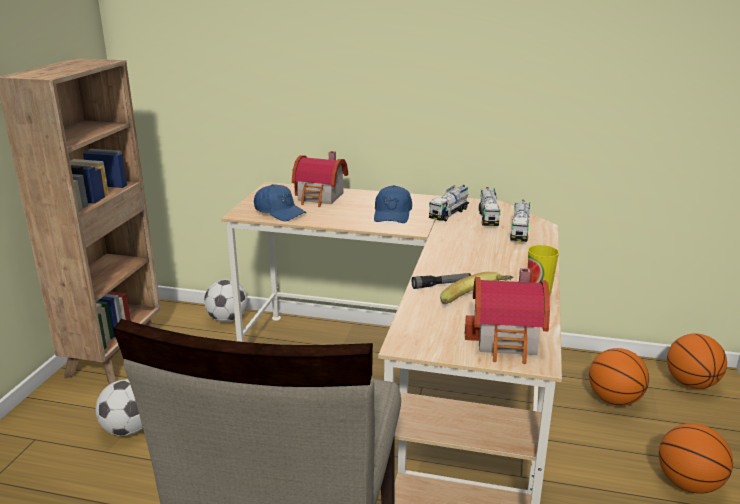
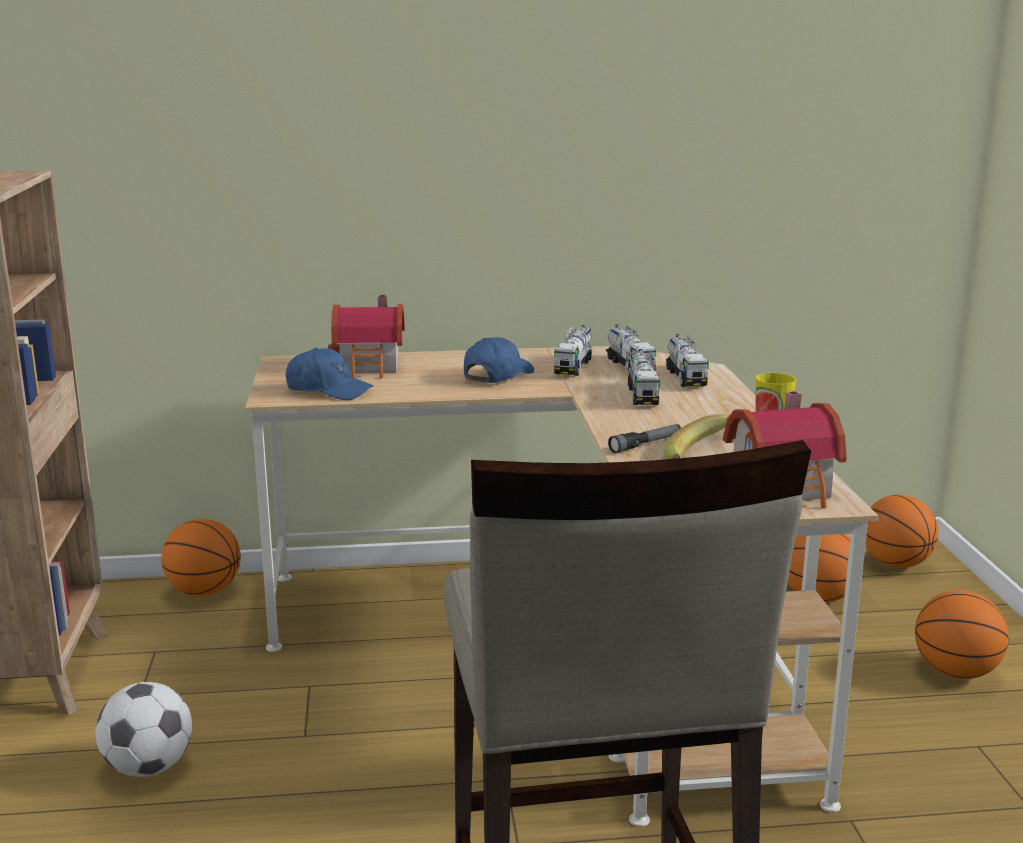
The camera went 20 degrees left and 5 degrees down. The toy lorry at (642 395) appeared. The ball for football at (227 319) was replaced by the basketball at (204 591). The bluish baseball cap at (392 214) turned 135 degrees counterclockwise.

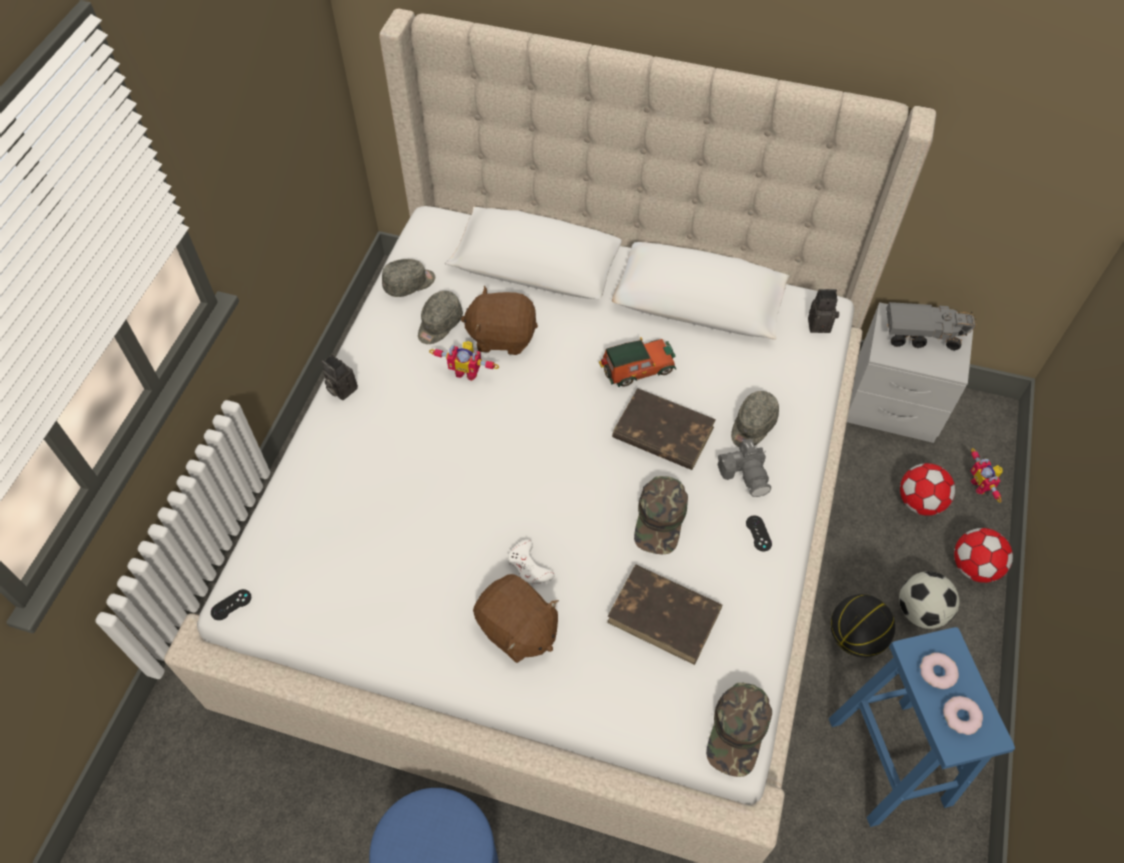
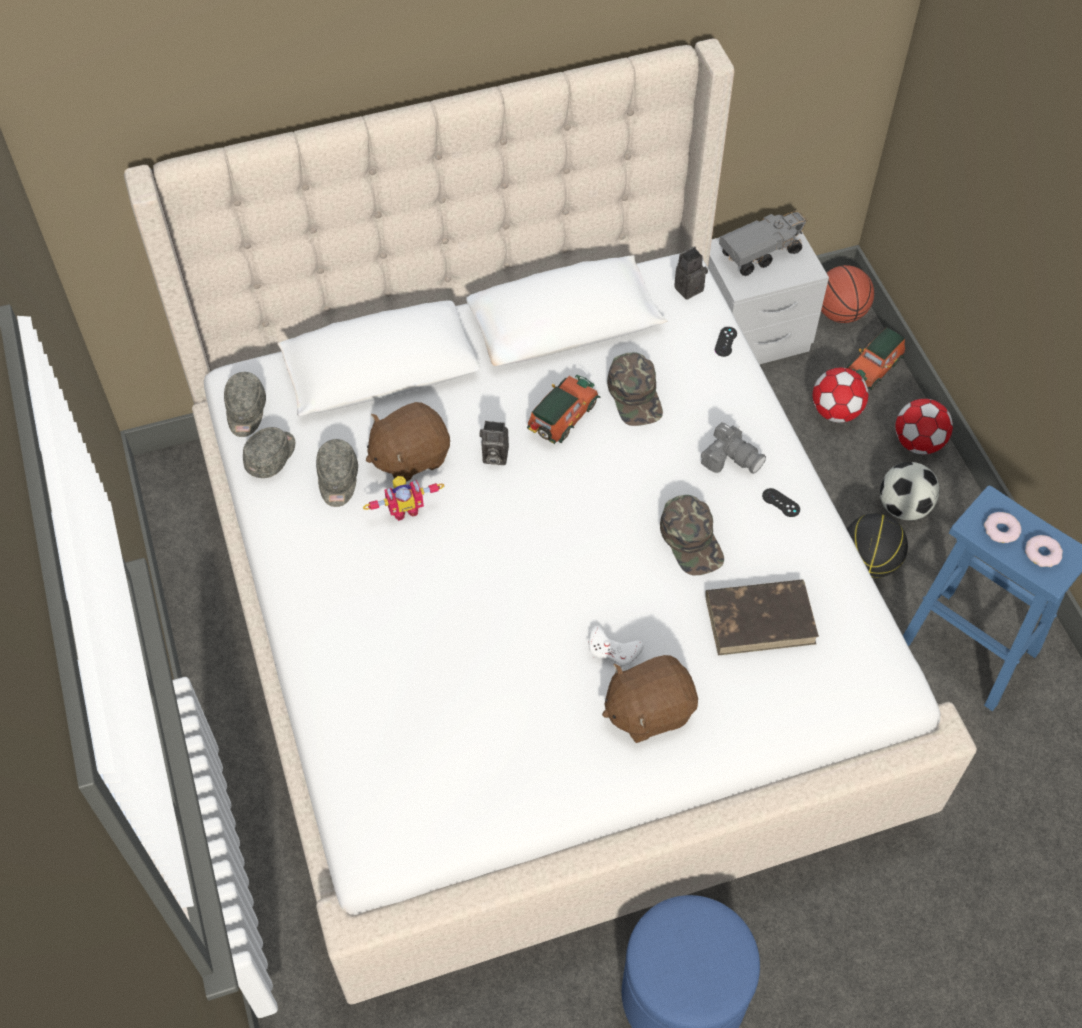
The camera went 35 degrees left and 0 degrees up. The brown-coloured book at (662 432) disappeared. The basketball at (840 313) appeared. The black game controller moved from (231 605) to (725 342). The photo camera moved from (341 389) to (493 456). The greenish baseball cap moved from (738 732) to (635 395). The grey baseball cap moved from (752 426) to (246 412). The model robot at (981 485) was replaced by the toy car at (874 367). The brown-coloured soft toy at (517 630) turned 150 degrees clockwise.

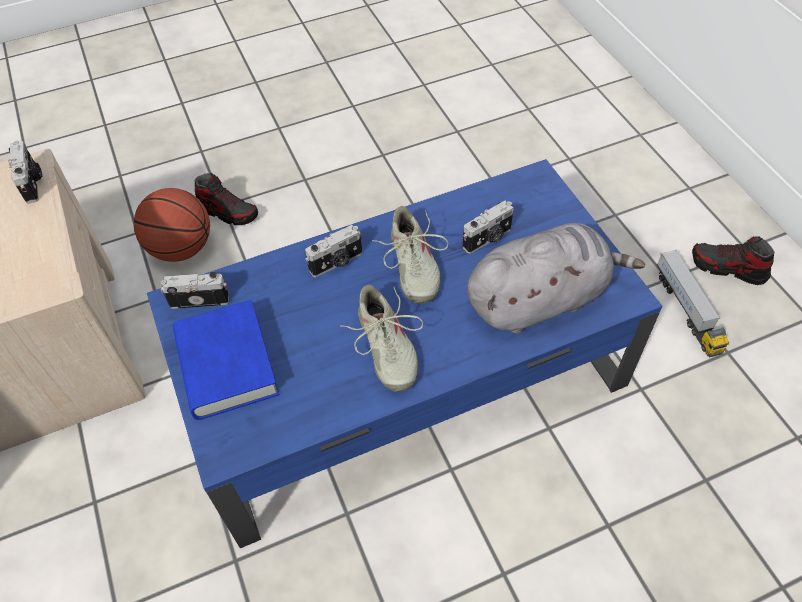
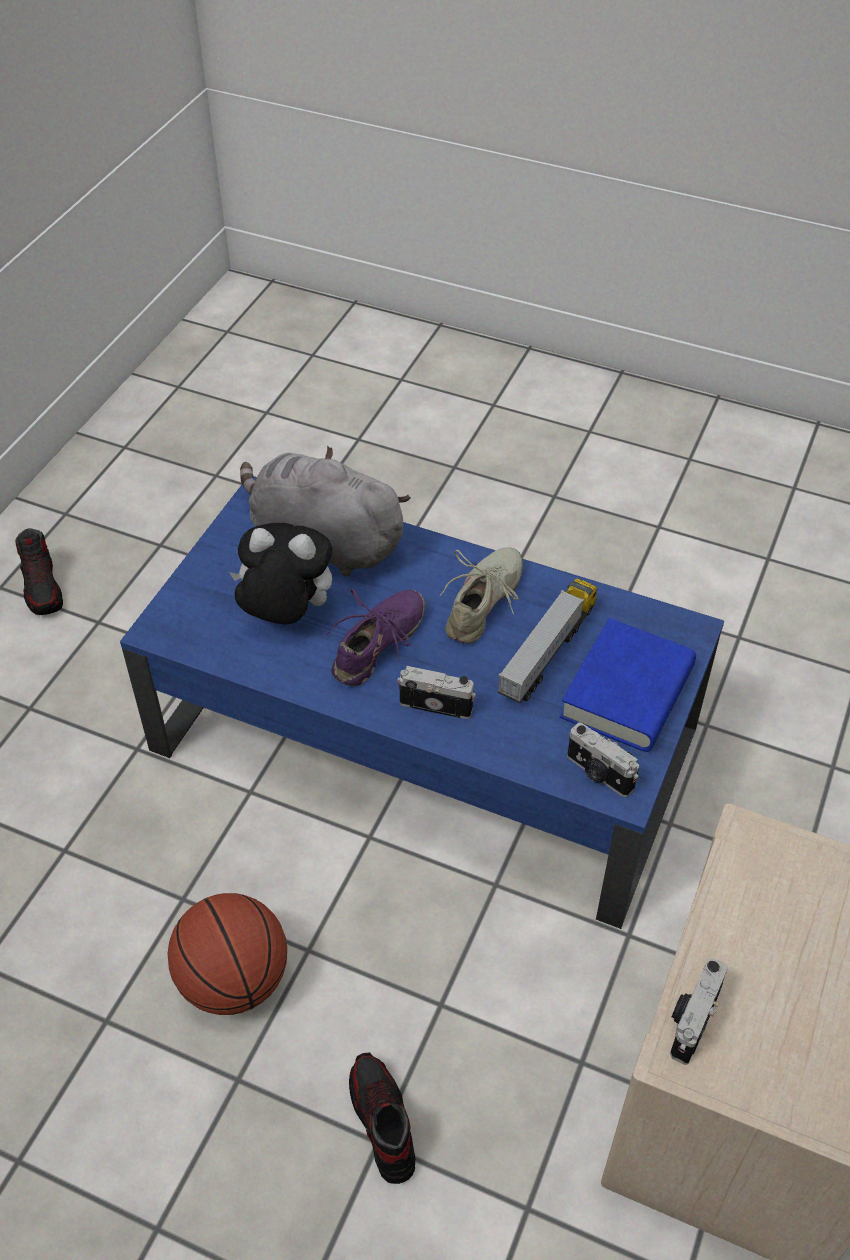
The camera went 135 degrees left and 5 degrees down. The basketball moved from (181 248) to (234 980). The toy lorry moved from (687 311) to (548 652). The photo camera at (488 239) was replaced by the soft toy at (285 616). The beige item of footwear at (412 267) became the purple item of footwear at (379 646).

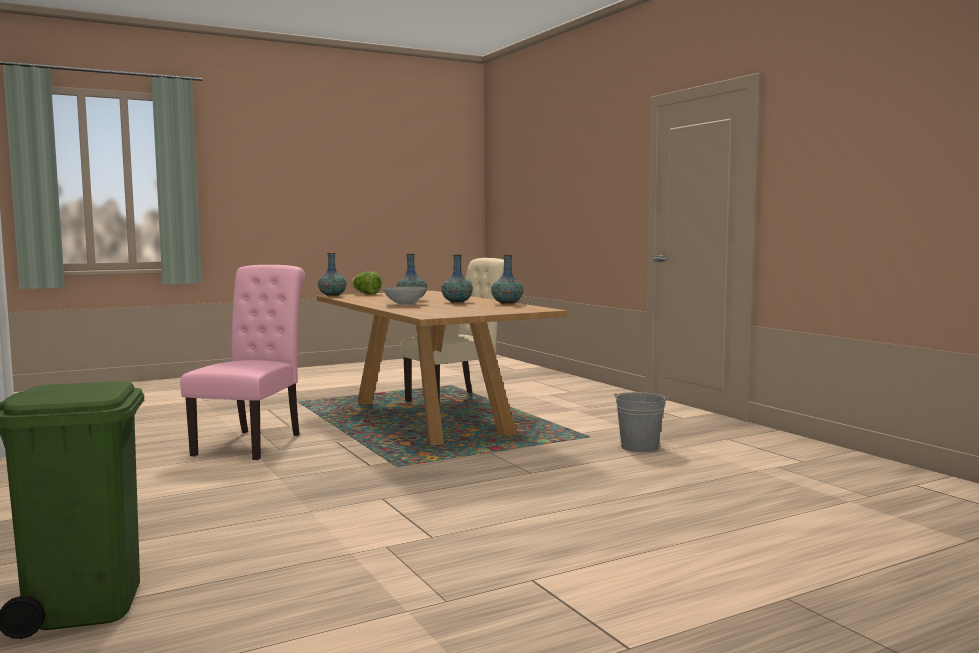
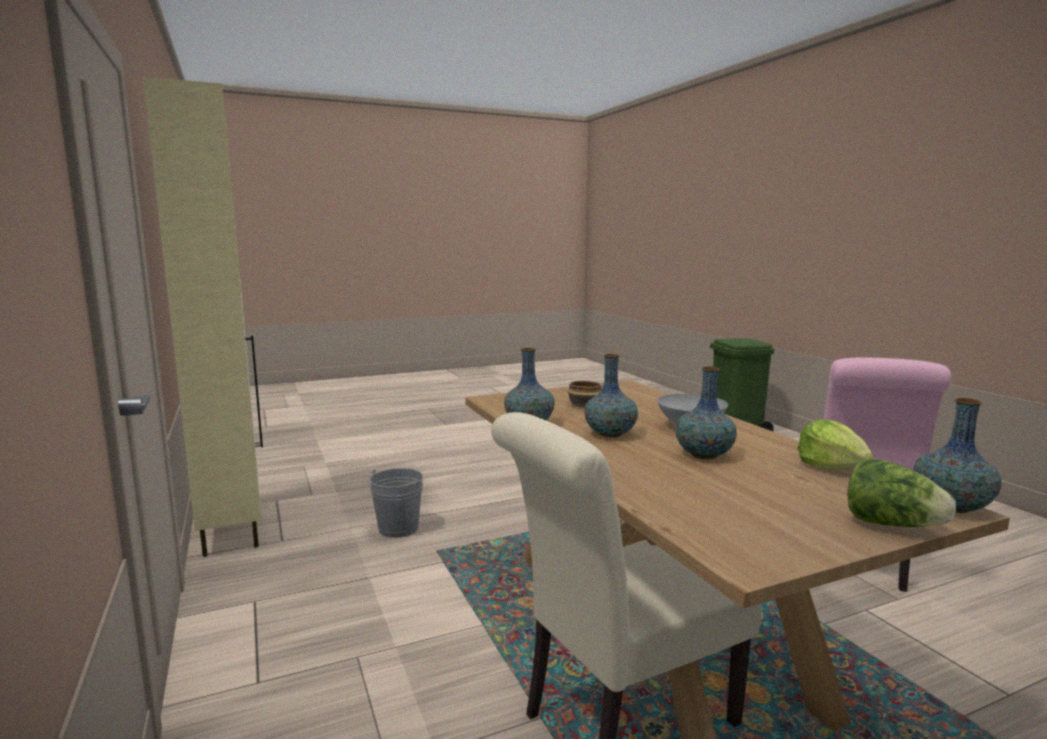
The camera went 175 degrees left and 5 degrees up. The beige cupboard at (232 526) appeared. The bowl at (583 405) appeared. The lettuce at (832 467) appeared.

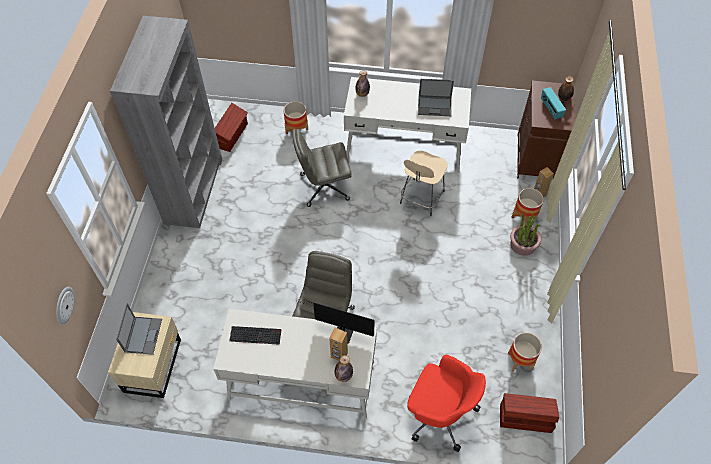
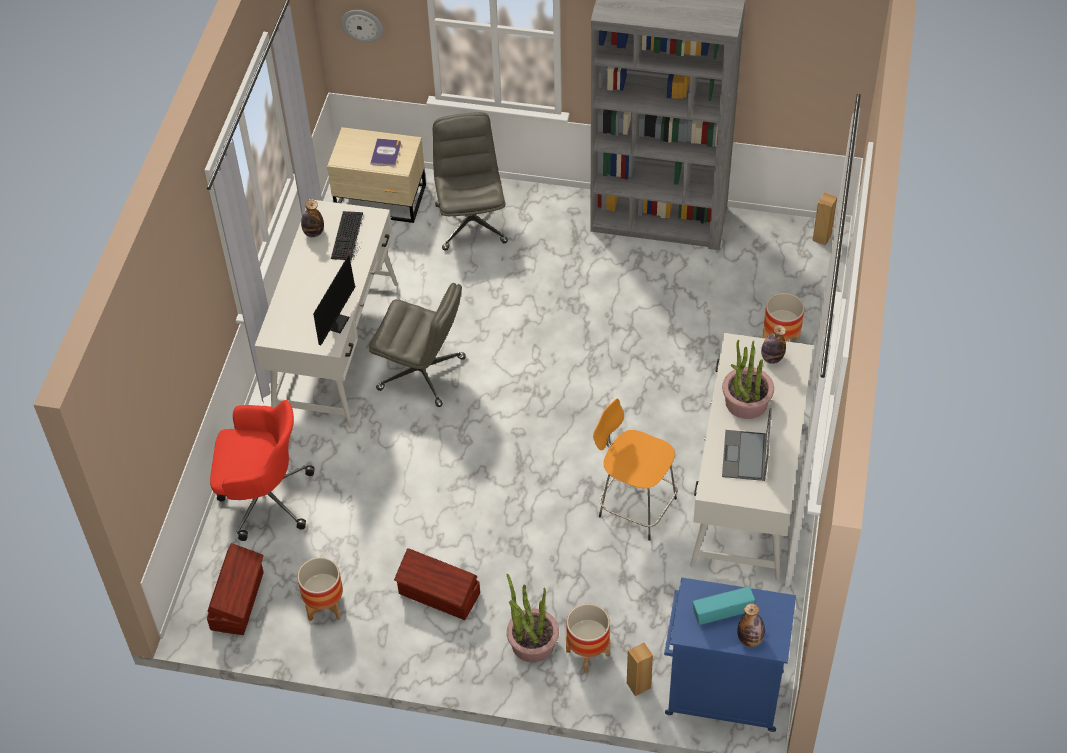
The camera went 95 degrees right and 5 degrees down. The potted plant at (746 402) appeared. The brown-coloured storage box moved from (231 135) to (439 595). The grey desk chair moved from (324 187) to (471 223). The brown-coloured loudspeaker moved from (339 355) to (821 238). The beverage bottle moved from (343 376) to (313 233). The portable computer at (143 335) was replaced by the book at (386 153). The beige stool seat at (421 198) became the orange stool seat at (635 506). The brown-coloured cupboard at (535 159) became the bluish cupboard at (721 693). The reddish desk chair at (439 413) turned 120 degrees counterclockwise.

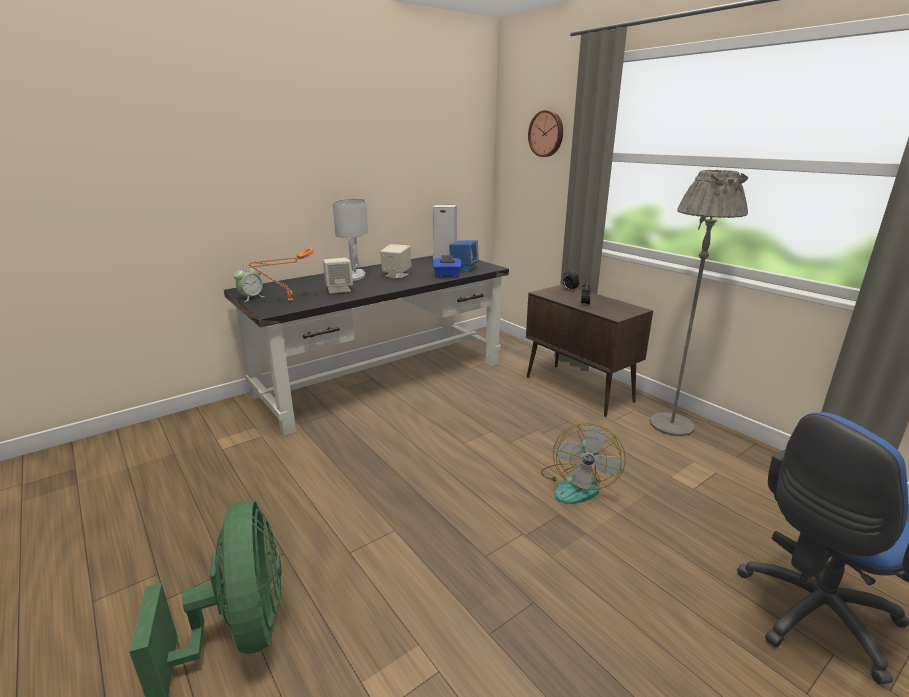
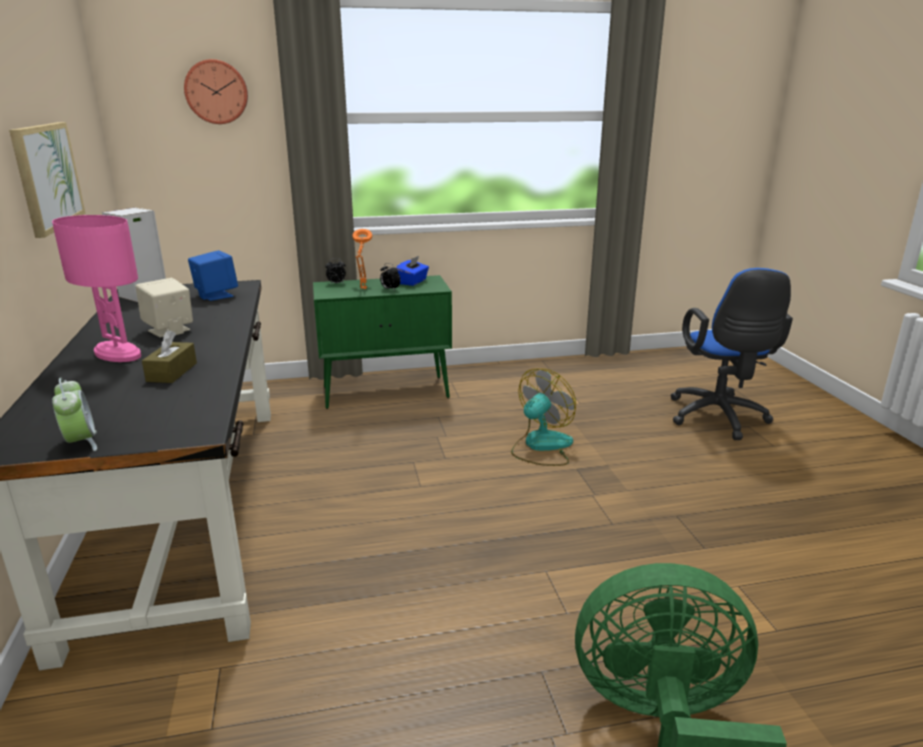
The camera went 65 degrees left and 0 degrees up. The grey floor lamp at (671 425) disappeared. The wall art at (47 176) appeared. The orange lamp for a table moved from (288 300) to (363 289). The bluish box of tissues moved from (447 275) to (413 282). The beige loudspeaker at (339 290) was replaced by the brown-coloured box of tissues at (172 372). The white lamp for a table at (355 276) became the pink lamp for a table at (118 354). The brown-coloured cupboard at (579 389) became the greenish cupboard at (387 392). The fan at (577 484) turned 90 degrees counterclockwise.

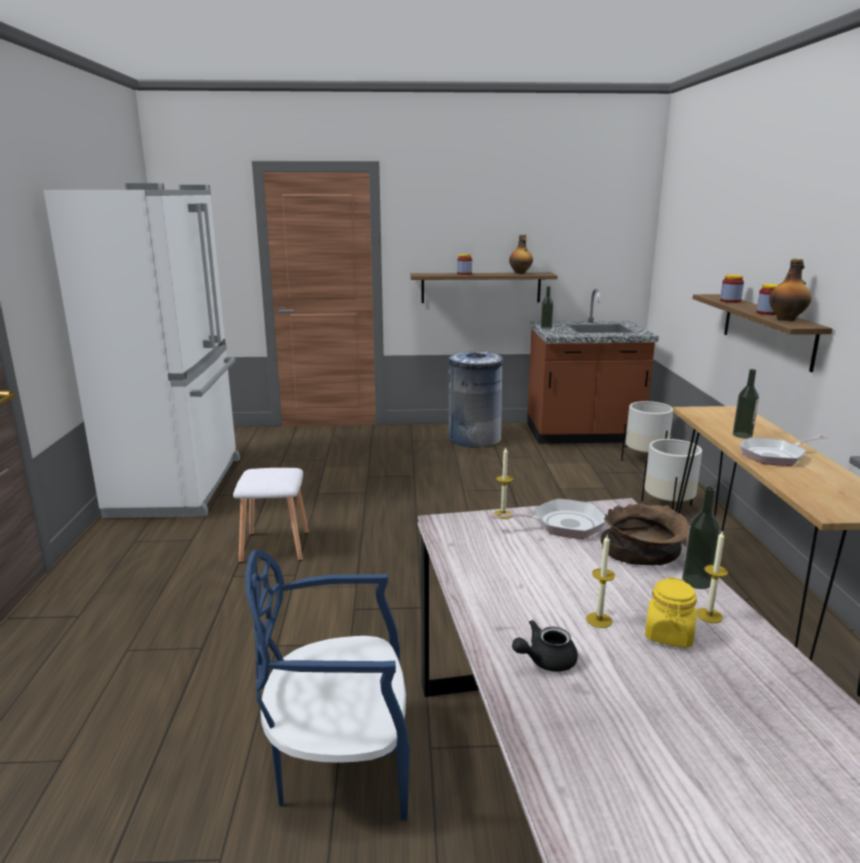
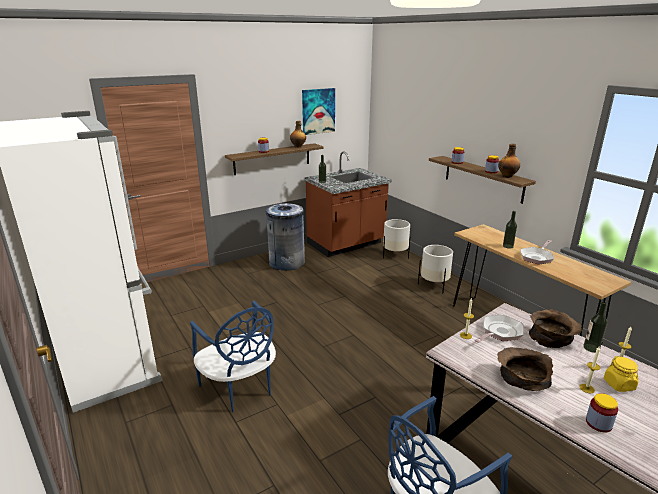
The camera went 30 degrees left and 5 degrees up. The wall art at (318 111) appeared. The brown-coloured bowl at (521 379) appeared. The white stool seat at (273 547) was replaced by the bluish plain chair at (240 388). The black pot for tea at (545 661) was replaced by the storage jar at (598 423).

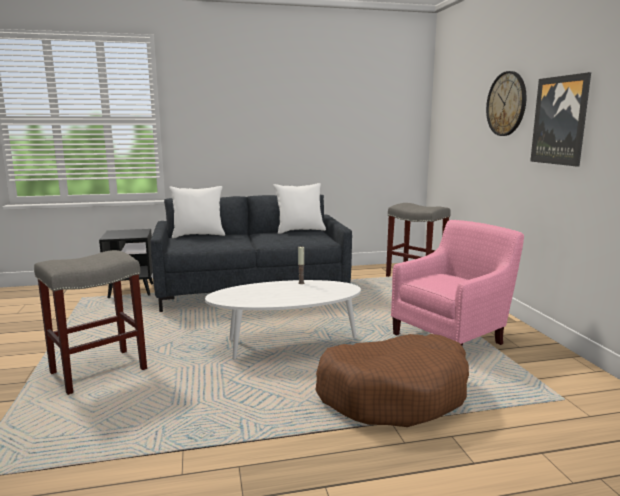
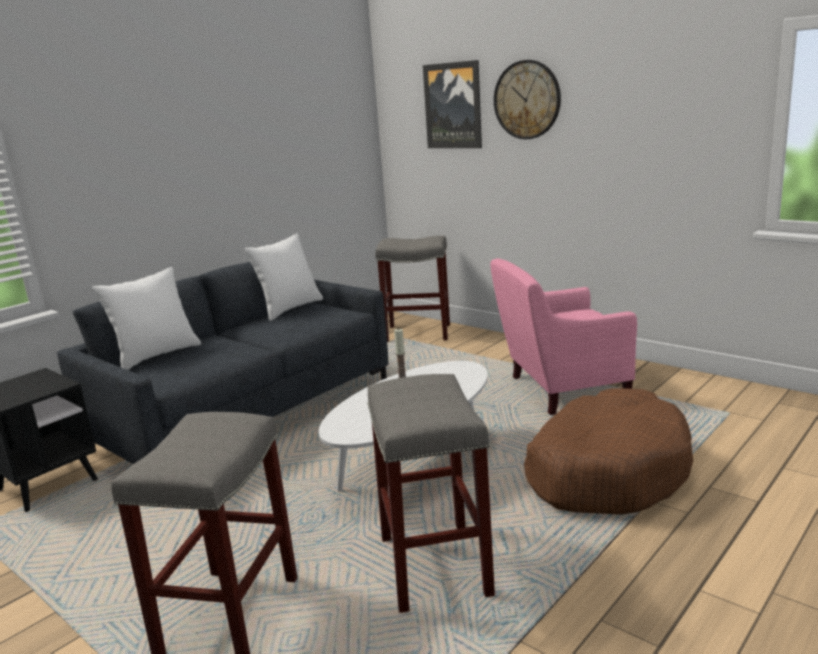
The camera went 35 degrees left and 5 degrees up. The grey stool seat at (435 566) appeared. The wall art moved from (560 120) to (453 106). The pink armchair at (451 337) turned 120 degrees counterclockwise.

